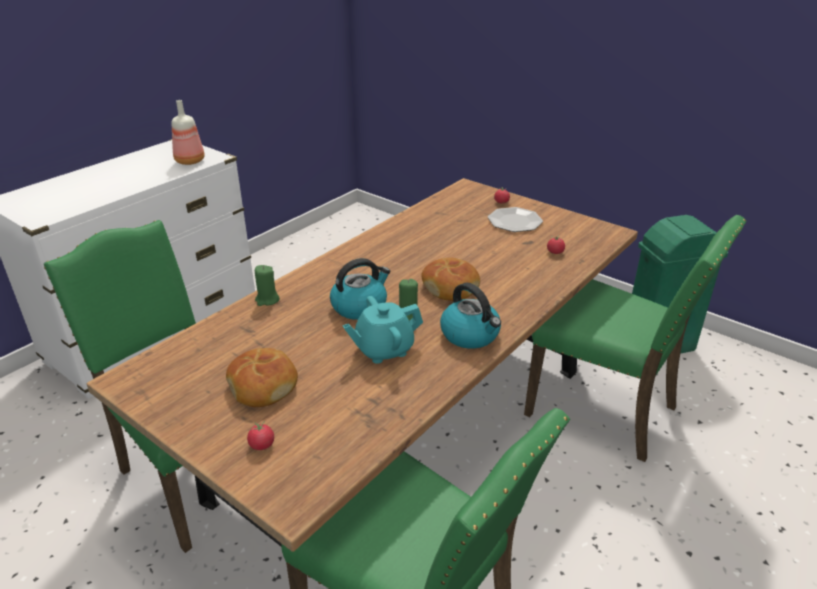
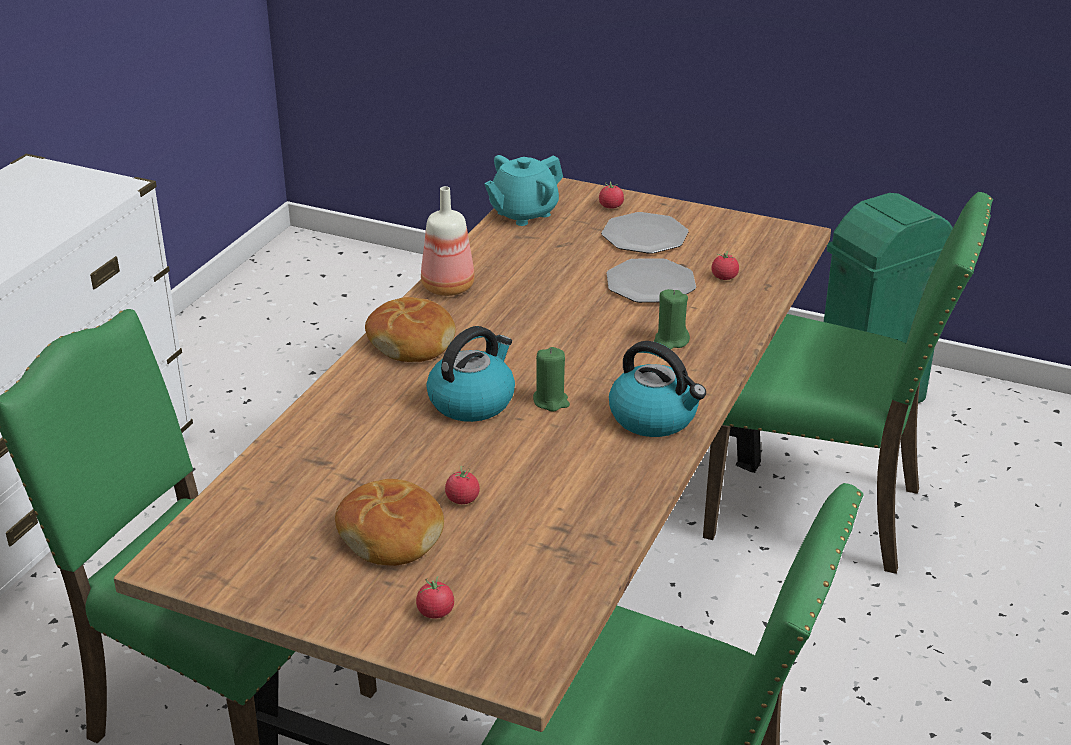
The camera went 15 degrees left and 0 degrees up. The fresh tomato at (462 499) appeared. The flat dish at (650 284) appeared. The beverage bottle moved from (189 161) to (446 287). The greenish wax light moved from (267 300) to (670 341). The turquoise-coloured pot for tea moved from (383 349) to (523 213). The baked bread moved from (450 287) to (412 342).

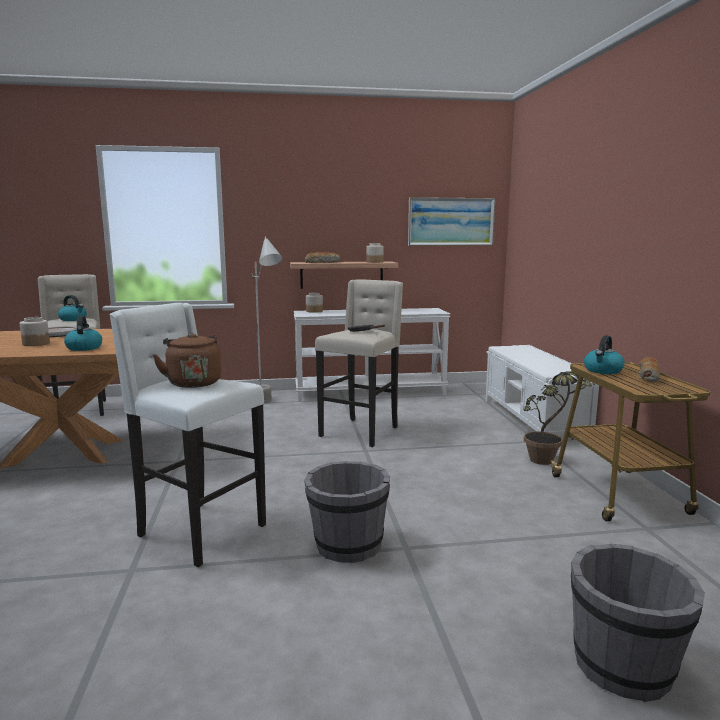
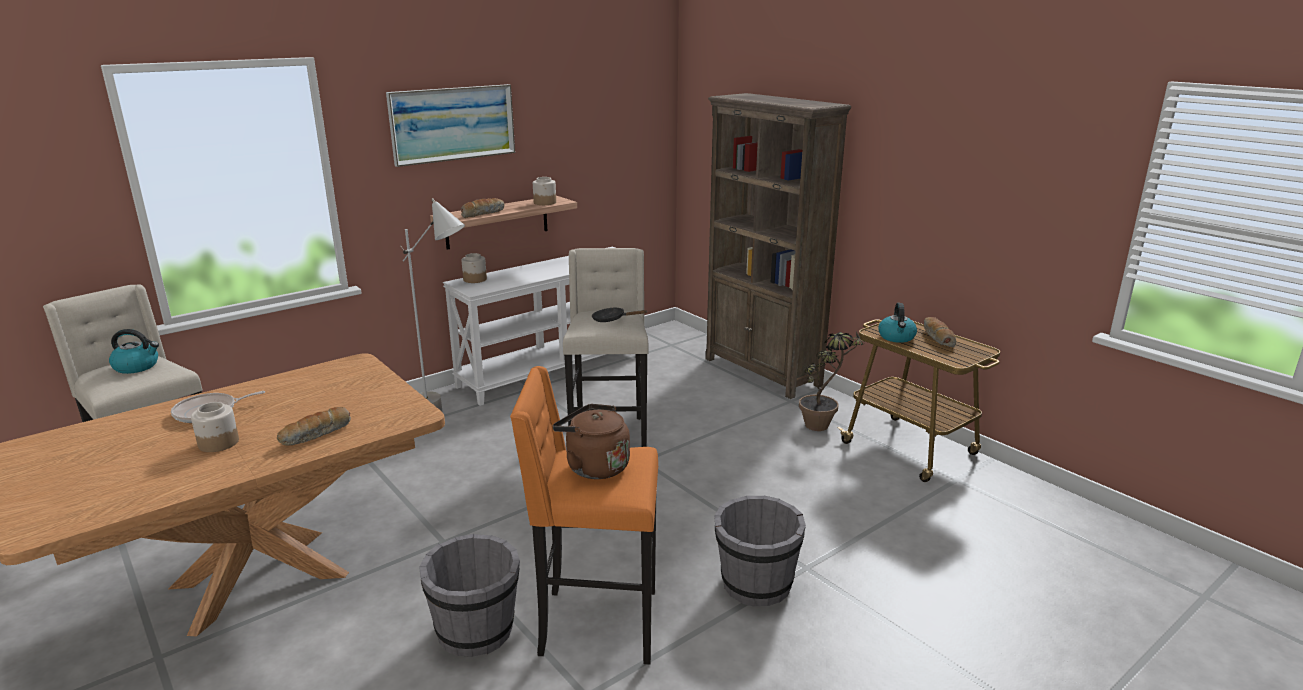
The camera went 30 degrees left and 10 degrees up. The wall art moved from (451 222) to (452 124). The grey pail moved from (624 667) to (476 631). The water kettle at (84 348) was replaced by the baked bread at (317 434). The white bench at (534 420) was replaced by the brown-coloured bookshelf at (762 372). The white stool seat at (198 531) became the orange stool seat at (595 624).

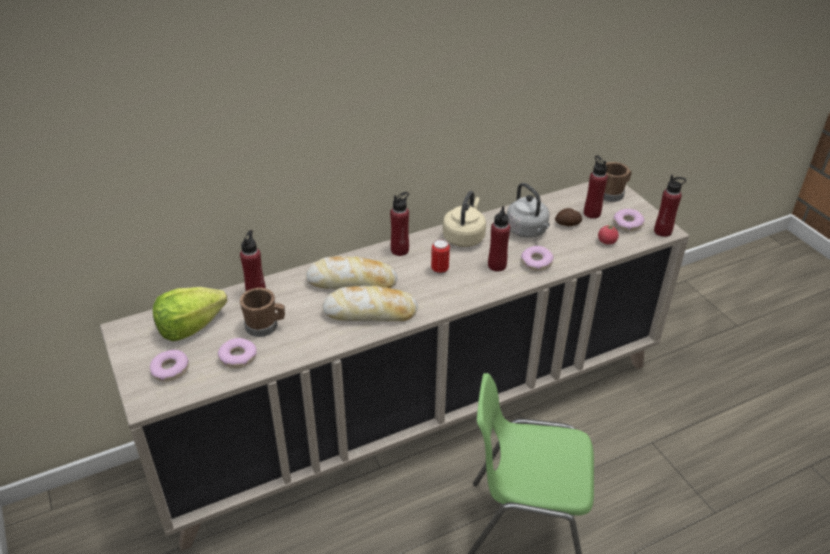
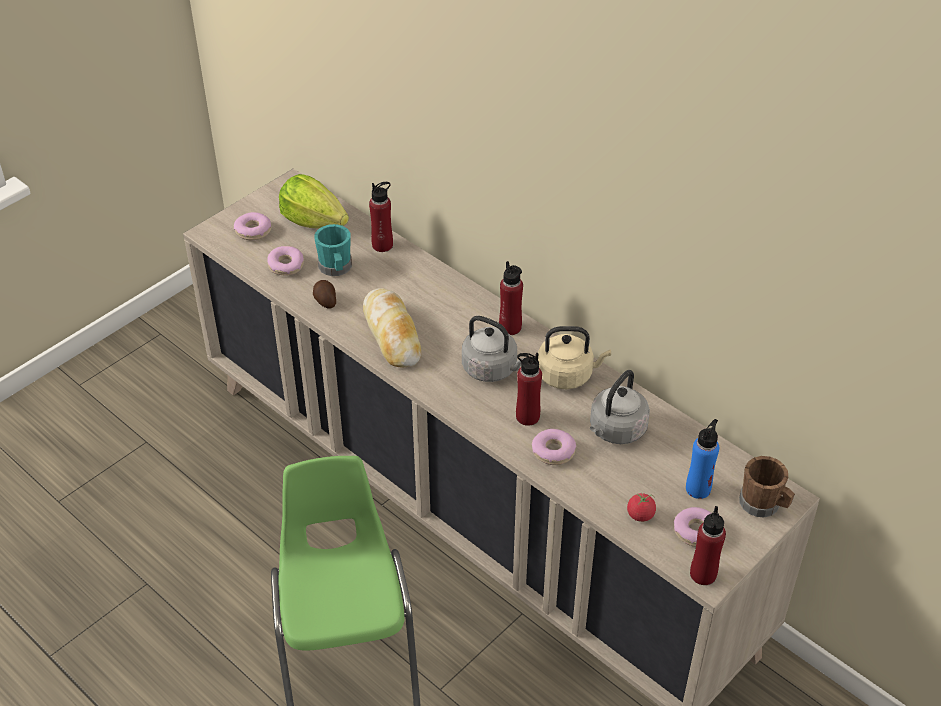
The camera went 70 degrees right and 5 degrees up. The baked bread at (352 282) disappeared. The potato moved from (568 224) to (325 301). The can at (439 270) was replaced by the grey water kettle at (492 369). The brown-coloured coffee mug at (265 326) became the turquoise-coloured coffee mug at (336 268). The reddish beverage bottle at (592 213) became the bluish beverage bottle at (698 489).

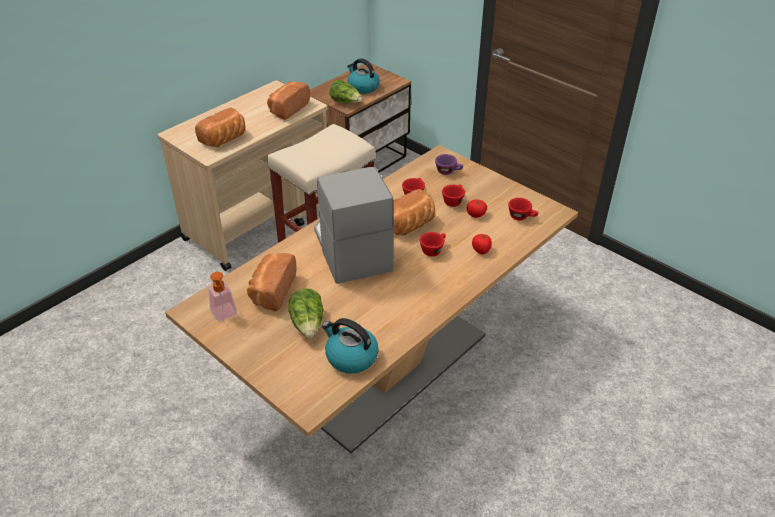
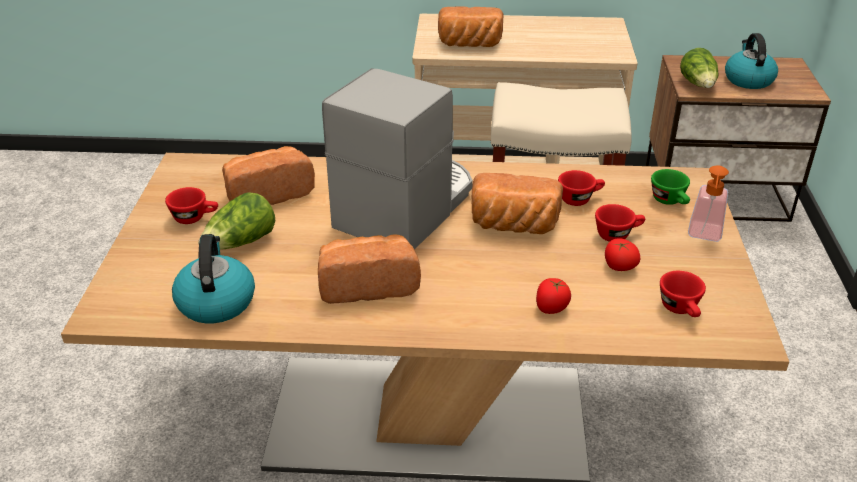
The camera went 50 degrees right and 5 degrees down. The soap bottle moved from (225 315) to (704 236). The baked bread moved from (287 109) to (368 284). The reddish drinking cup moved from (433 249) to (195 218). The purple drinking cup at (448 171) became the greenish drinking cup at (670 201).

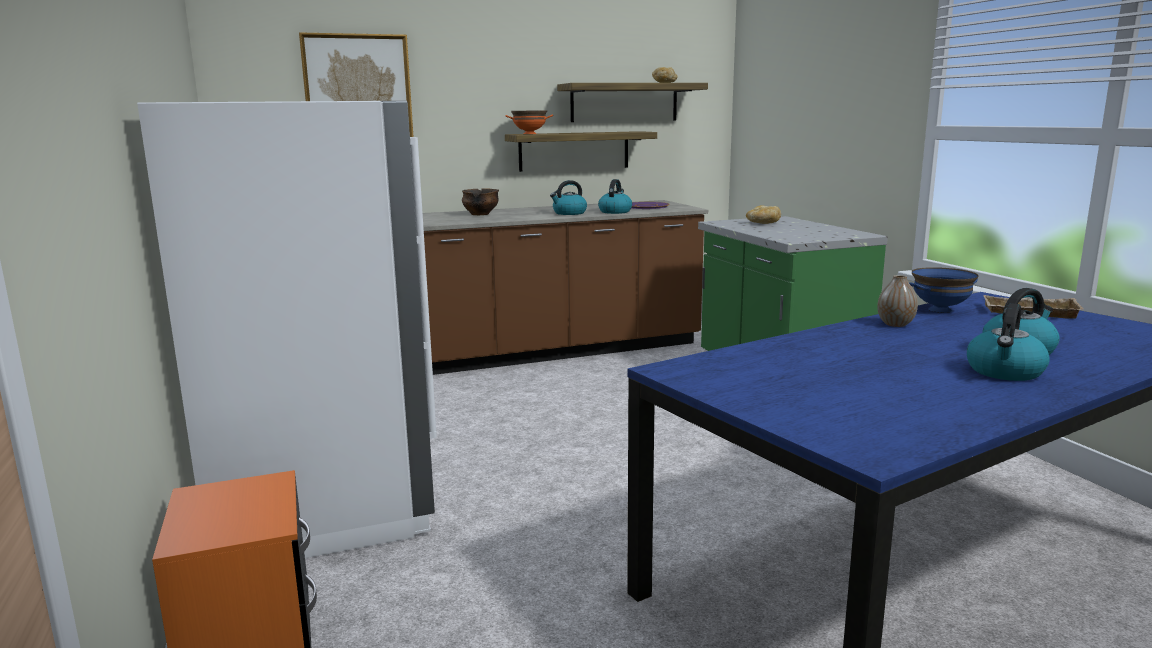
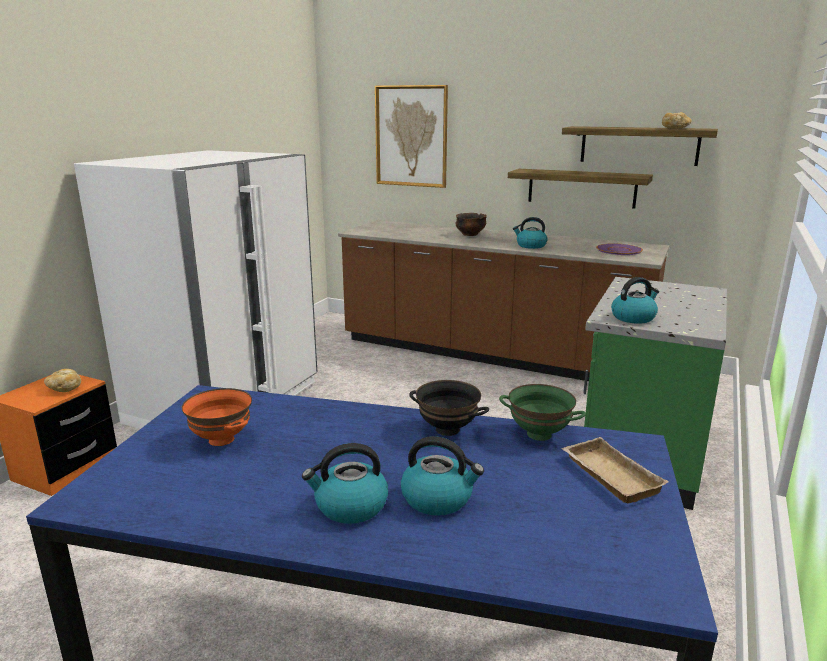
The camera went 45 degrees right and 5 degrees up. The orange bowl moved from (530 134) to (222 439). The water kettle moved from (615 212) to (633 317). The baked bread moved from (763 223) to (65 388). The flower vase at (895 324) was replaced by the black bowl at (448 429). The bluish bowl at (940 310) became the greenish bowl at (539 434).

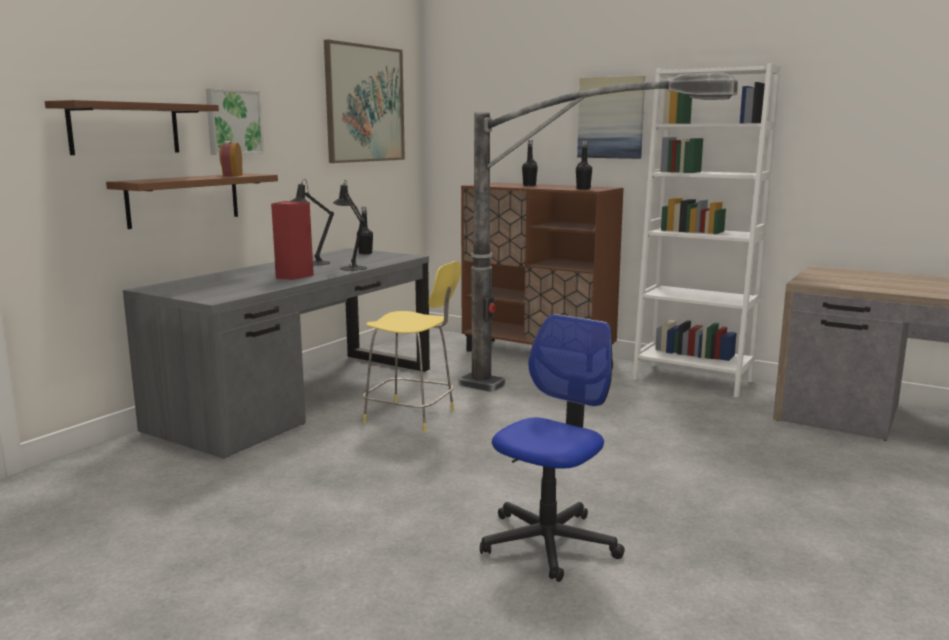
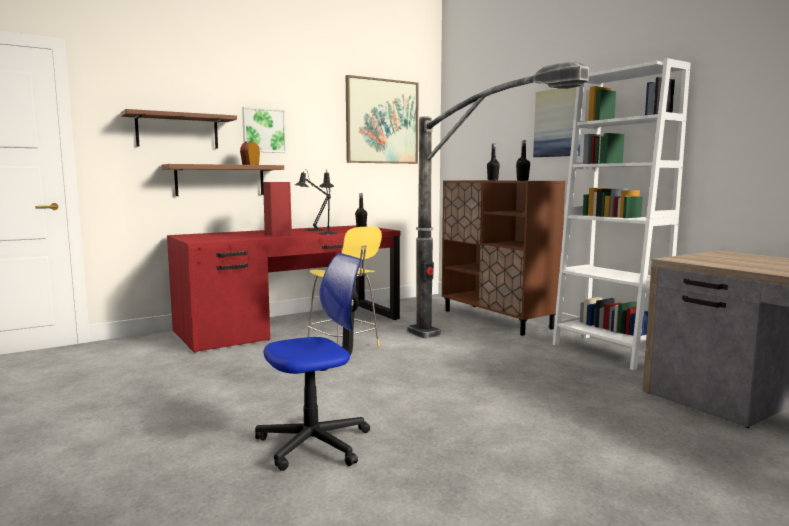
The camera went 25 degrees right and 5 degrees down. The grey desk table at (301 398) became the reddish desk table at (290 325).

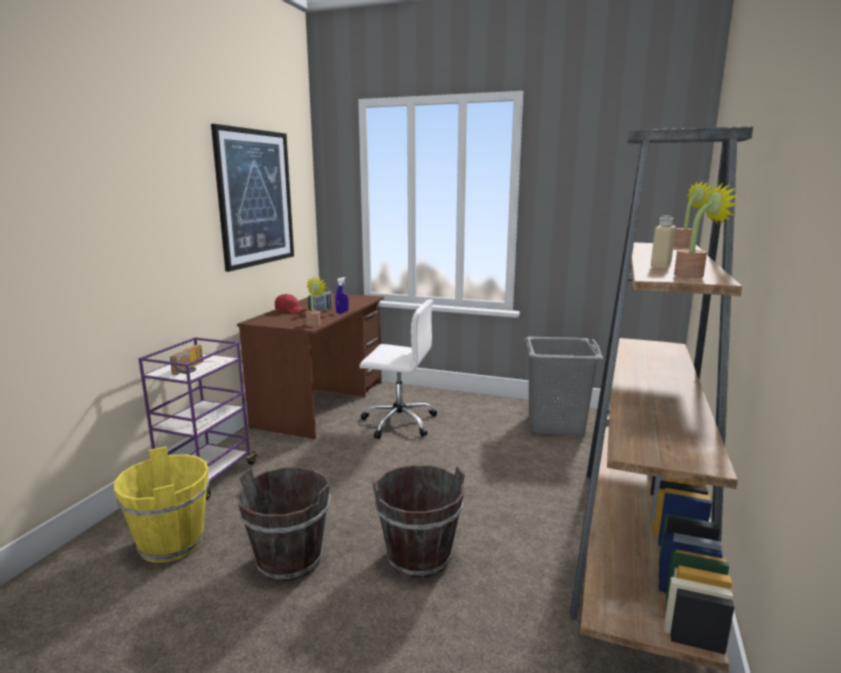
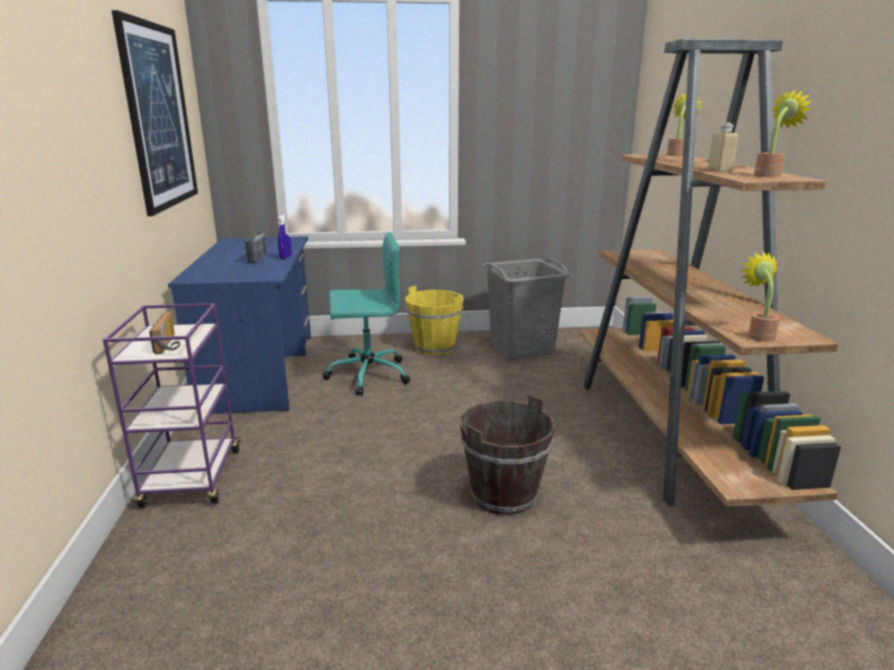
The camera went 25 degrees left and 5 degrees up. The brown-coloured pail at (289 561) disappeared. The reddish baseball cap at (290 310) disappeared. The yellowish pail moved from (172 543) to (435 347). The potted plant moved from (314 323) to (758 335). The brown-coloured desk table at (322 403) became the bluish desk table at (260 371). The white desk chair at (398 422) became the turquoise-coloured desk chair at (367 375).

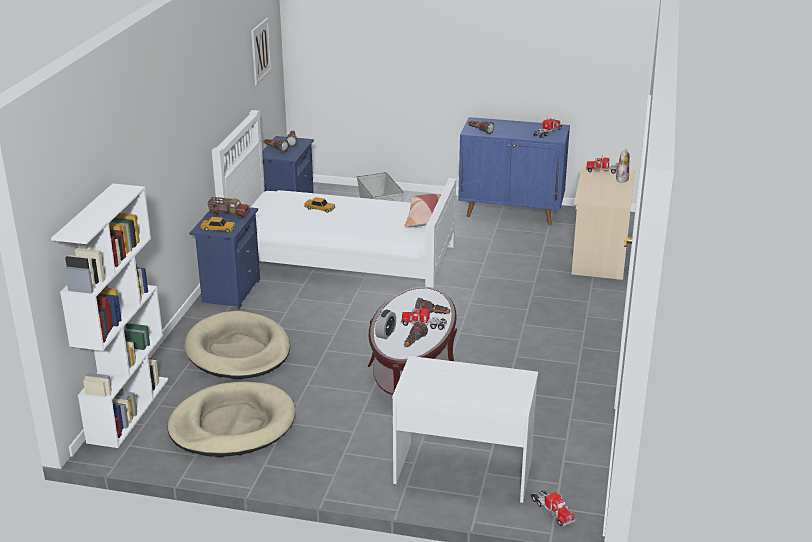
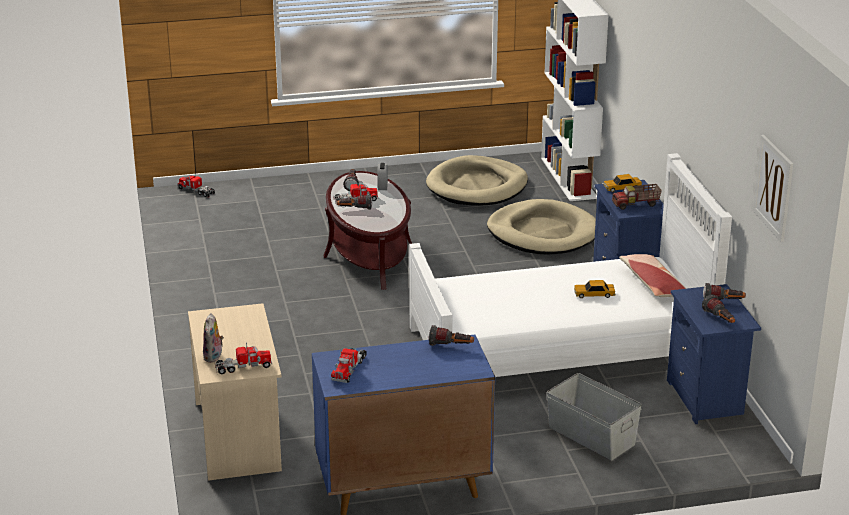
The camera went 155 degrees right and 0 degrees up. The white desk table at (463 470) disappeared. The pillow moved from (422 217) to (653 284).

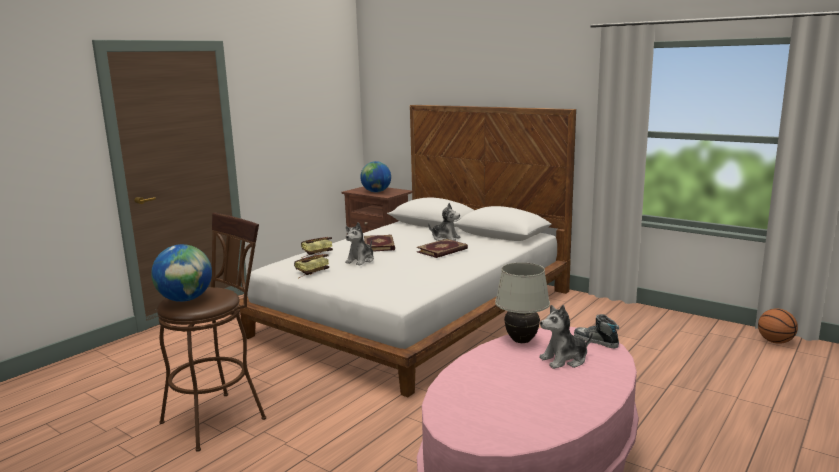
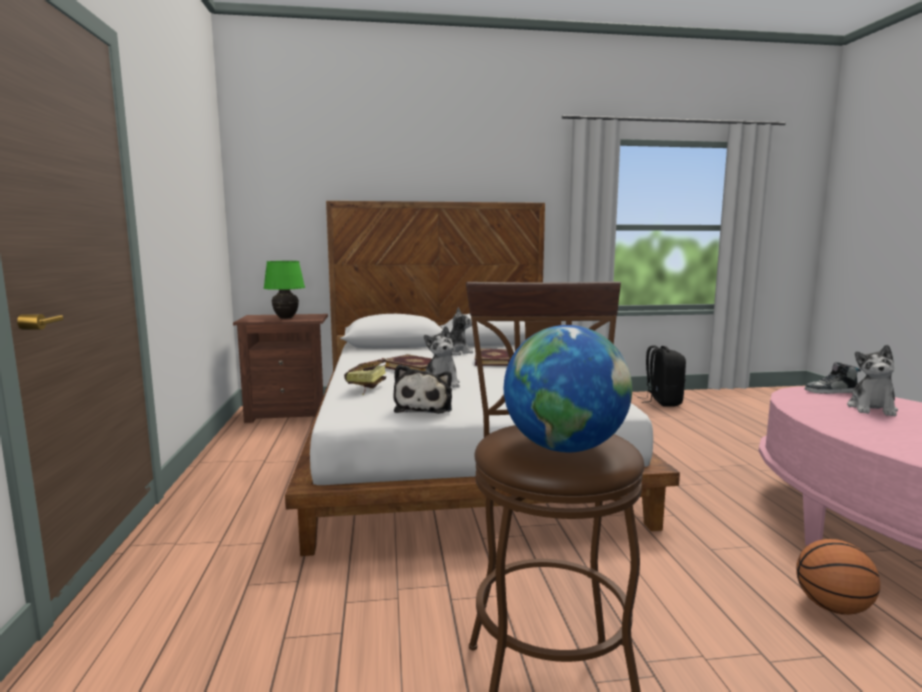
The camera went 45 degrees left and 5 degrees down. The white lamp for a table at (522 341) disappeared. The black knapsack at (662 402) appeared. The basketball moved from (775 342) to (832 607). The book at (309 273) was replaced by the soft toy at (425 407). The world globe at (376 192) was replaced by the greenish lamp for a table at (286 318).

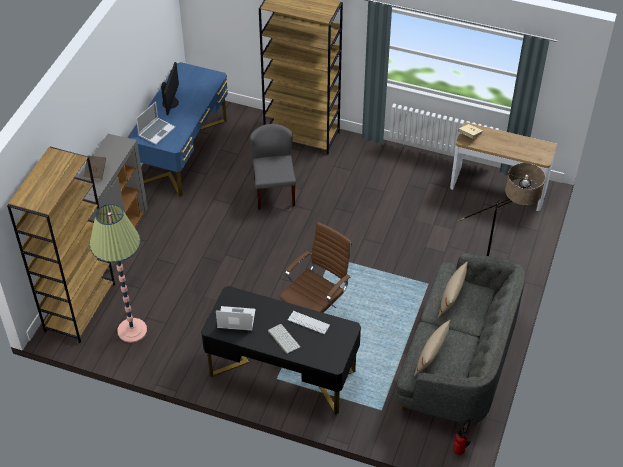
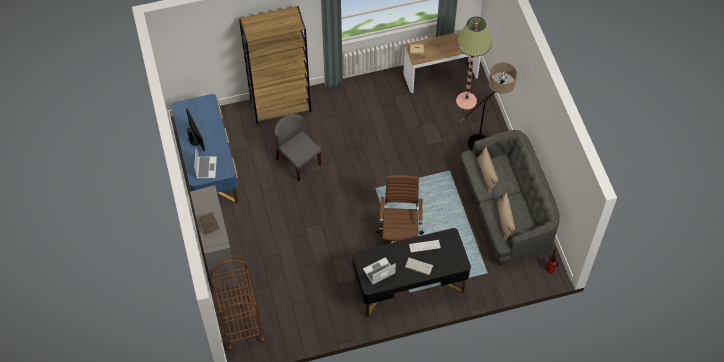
The camera went 35 degrees left and 10 degrees up. The floor lamp moved from (132 330) to (466 101). The brown-coloured bookshelf at (80 307) was replaced by the brown-coloured wheeled cart at (240 324).

